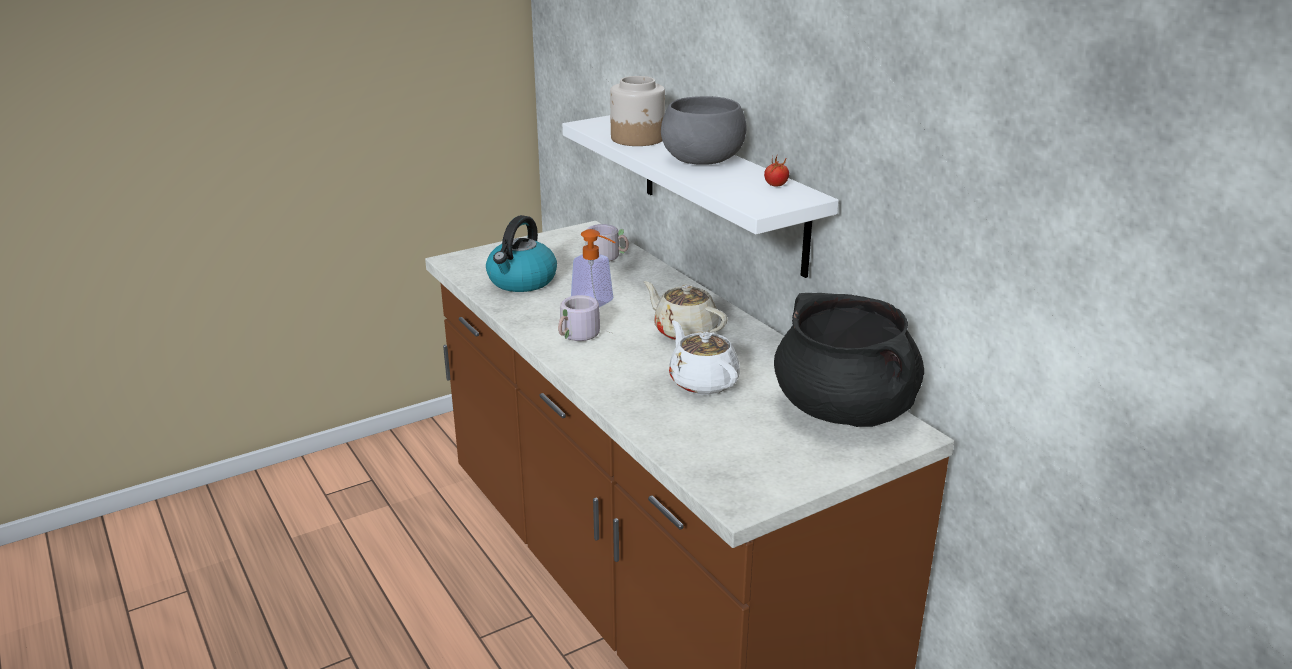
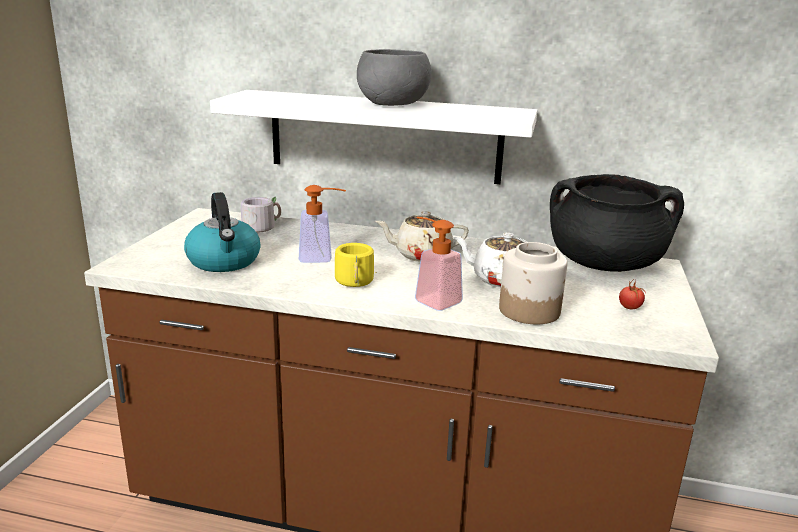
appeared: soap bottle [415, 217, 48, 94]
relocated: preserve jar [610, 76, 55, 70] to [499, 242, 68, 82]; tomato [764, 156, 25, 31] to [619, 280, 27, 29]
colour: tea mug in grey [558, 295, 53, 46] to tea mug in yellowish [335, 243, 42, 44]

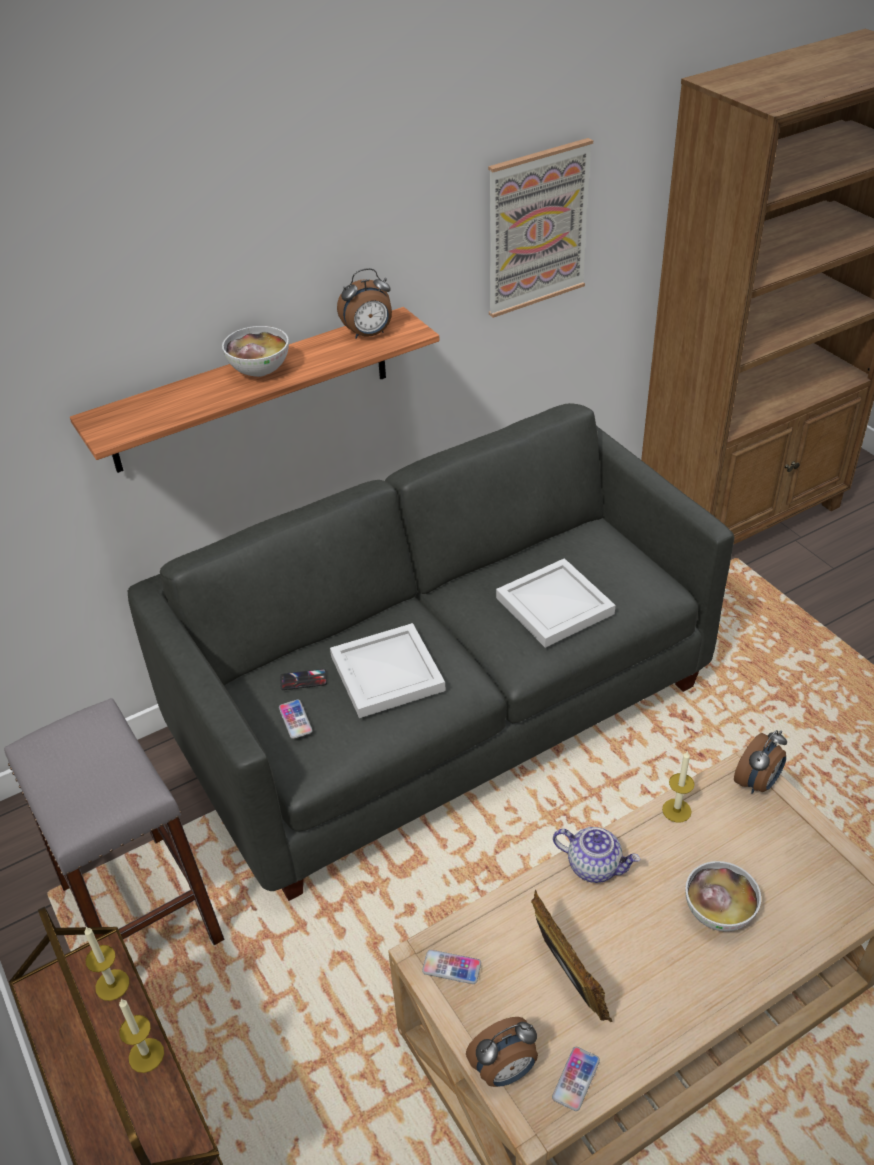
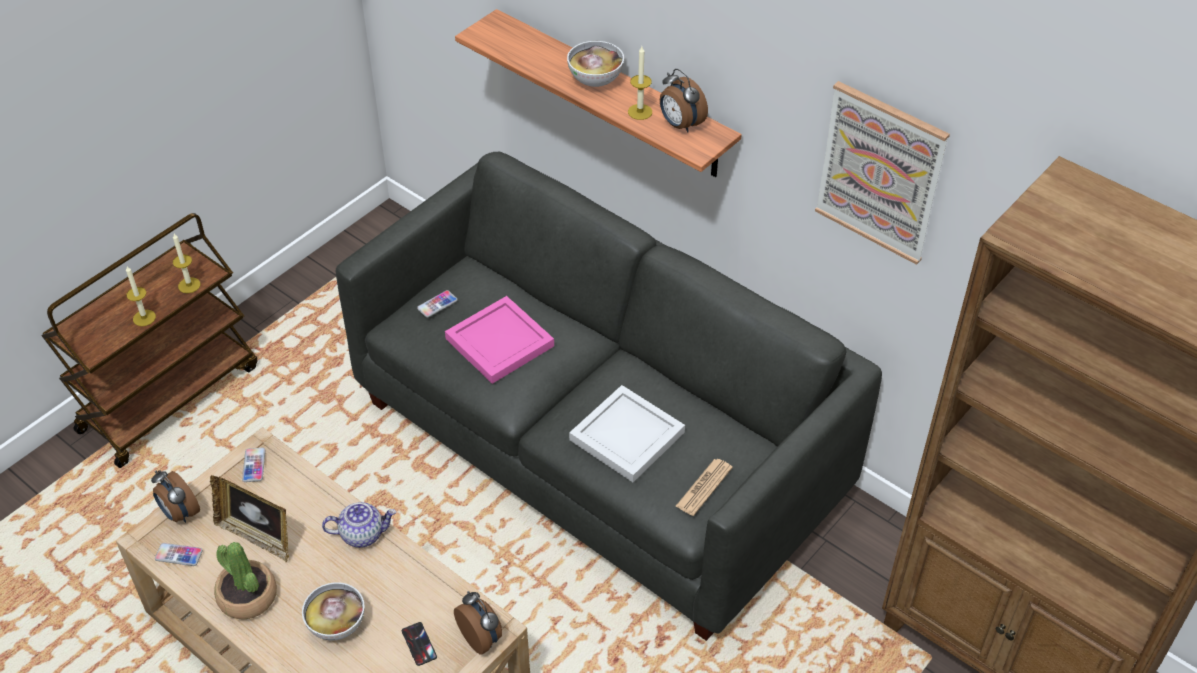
missing: stool seat in grey [4, 698, 221, 247]
appeared: potted plant [214, 542, 63, 77]; printed paper [675, 459, 58, 57]
relocated: phone [280, 669, 47, 21] to [402, 622, 35, 44]; wax light [662, 751, 33, 72] to [628, 46, 24, 74]
colour: tray in white-coloured [330, 623, 116, 95] to tray in pink [445, 296, 109, 88]
spun: picture frame [531, 889, 82, 133] = [210, 475, 79, 88] 75 degrees clockwise; pot for tea [553, 827, 87, 56] = [322, 502, 74, 46] 105 degrees counterclockwise; alarm clock [734, 730, 53, 64] = [454, 591, 48, 64] 150 degrees counterclockwise

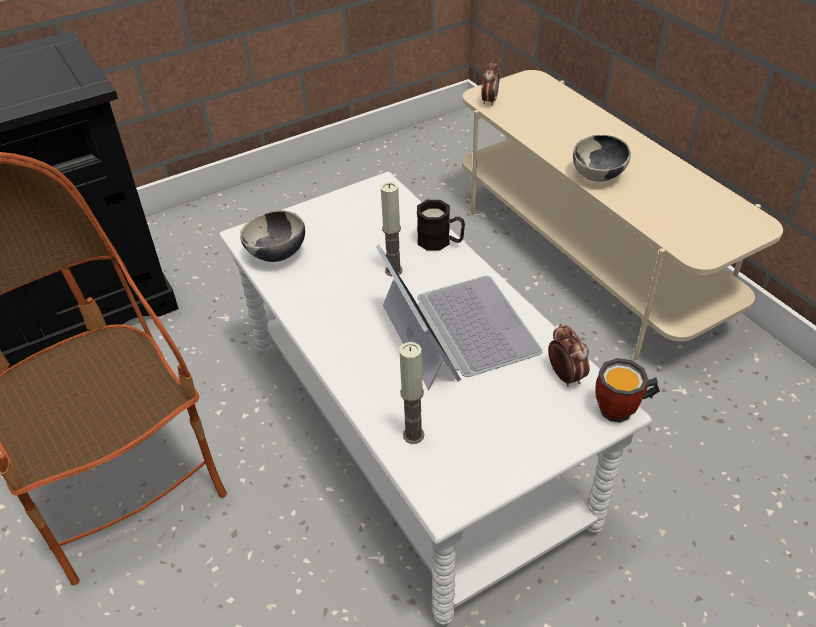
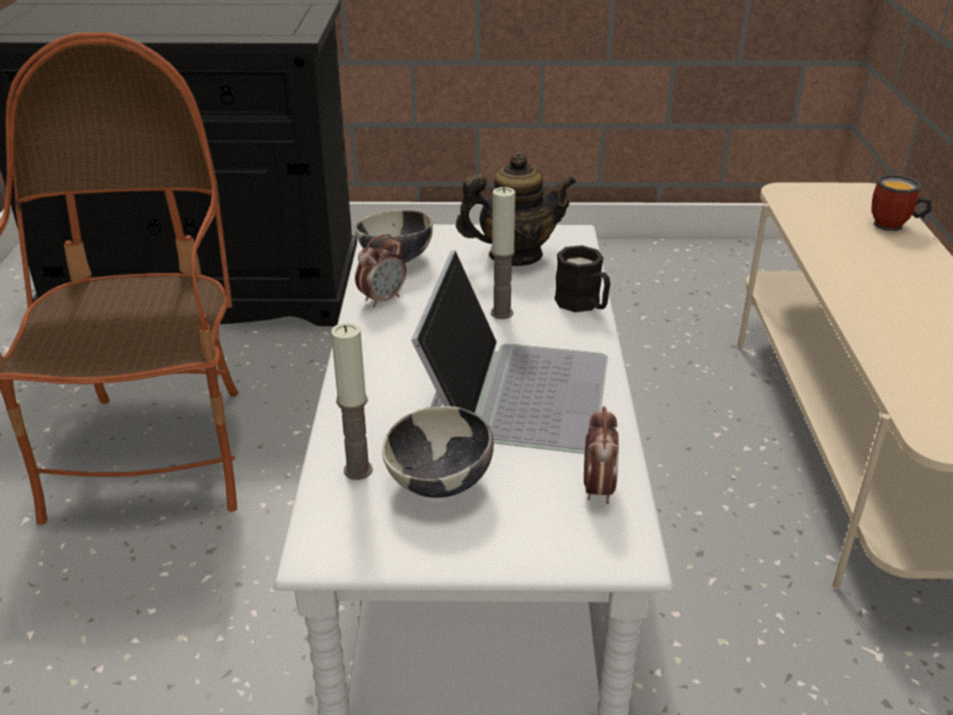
appeared: pot for tea [456, 152, 120, 114]
relocated: alarm clock [481, 60, 19, 46] to [355, 234, 51, 74]; bowl [573, 135, 58, 46] to [382, 406, 112, 92]; tea mug [595, 358, 65, 65] to [871, 174, 61, 57]

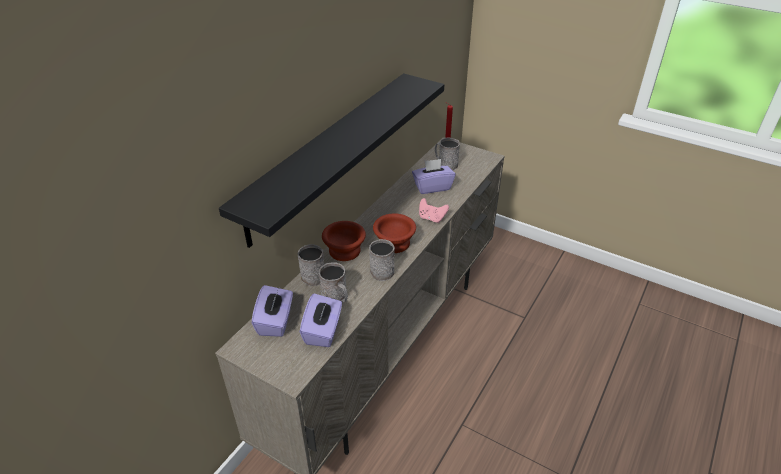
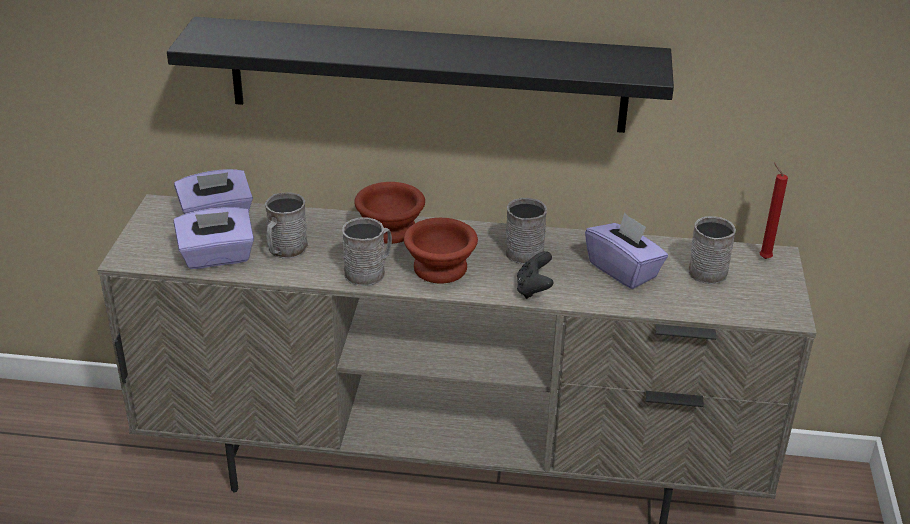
relocated: tea mug in grey [298, 244, 26, 42] to [505, 198, 42, 66]
colour: joypad in pink [419, 198, 30, 25] to joypad in blackish [517, 251, 37, 48]

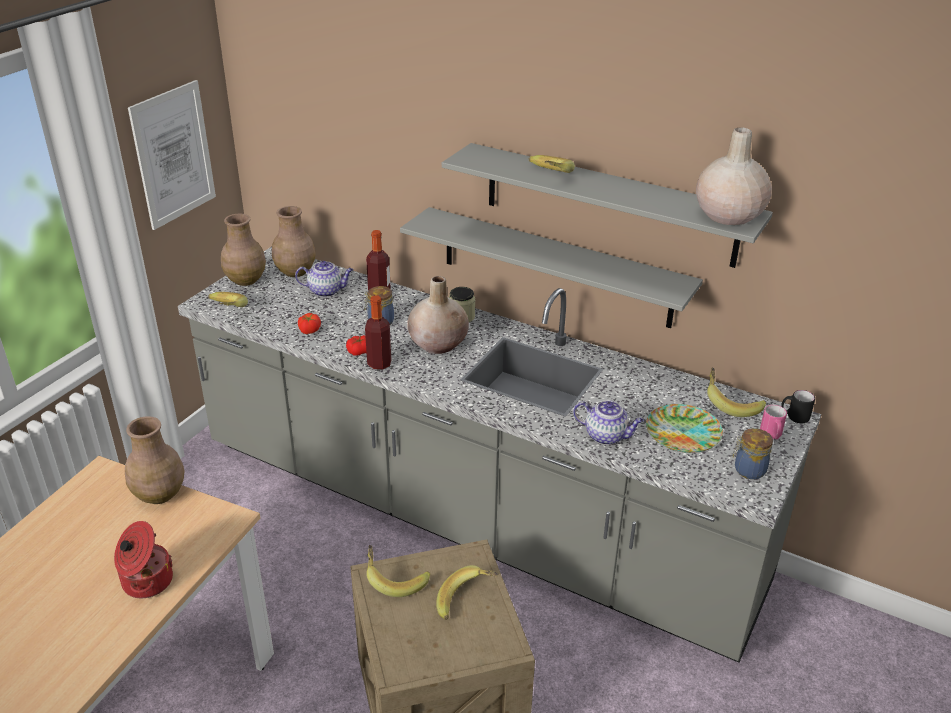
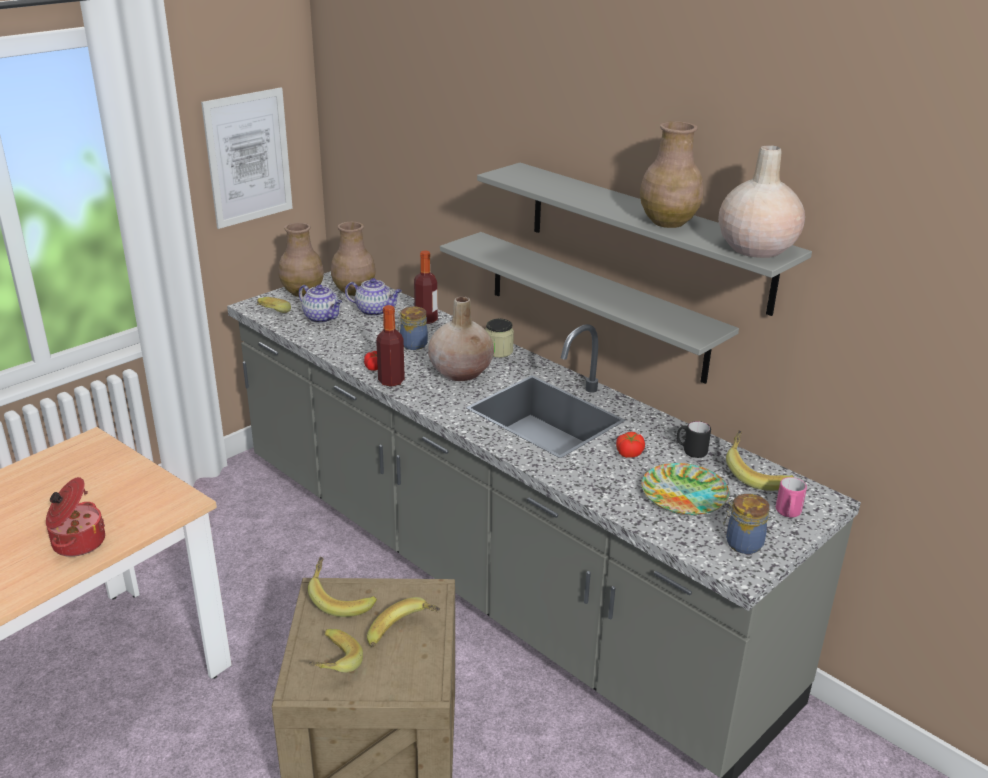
relocated: decorative vase in brownish [125, 416, 59, 88] to [640, 121, 63, 107]; tomato [298, 313, 23, 21] to [616, 432, 29, 26]; banana [529, 155, 46, 18] to [308, 629, 55, 44]; pot for tea [573, 400, 71, 45] to [299, 285, 43, 38]; tea mug in blackish [781, 390, 34, 33] to [677, 421, 34, 37]

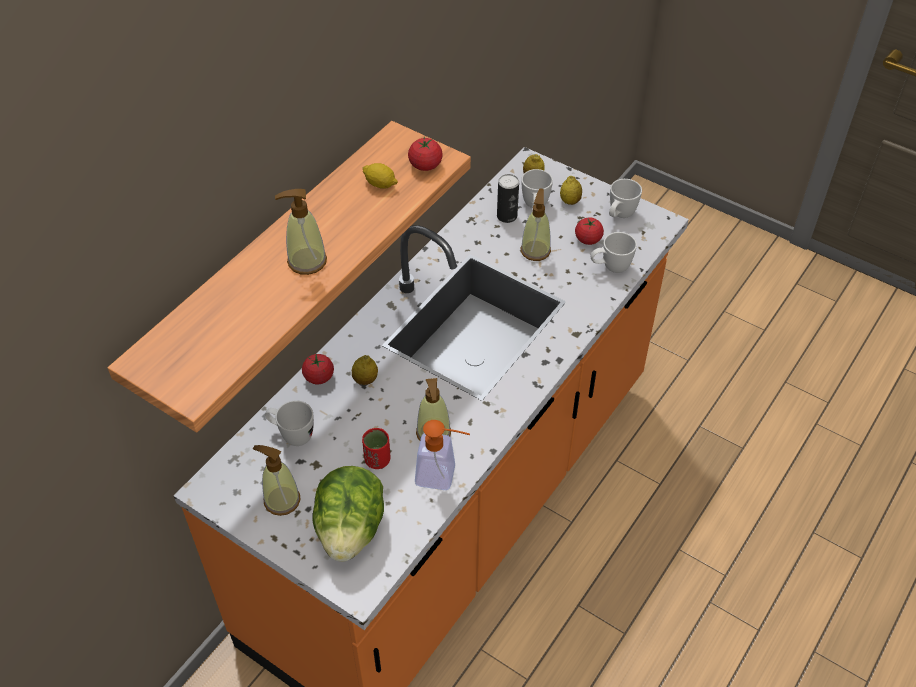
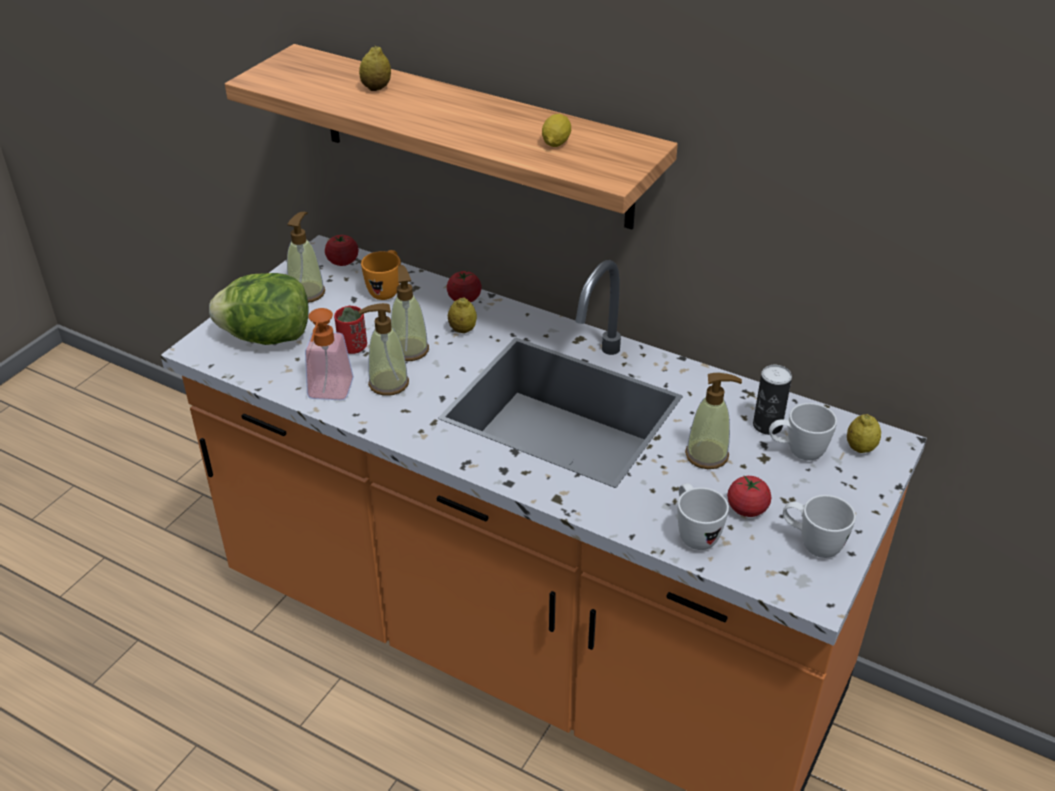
relocated: soap bottle [275, 189, 52, 86] to [391, 265, 38, 96]; tomato [408, 137, 35, 34] to [325, 234, 34, 32]; citrus fruit [560, 176, 22, 29] to [359, 46, 32, 45]
colour: tea mug in white-coloured [265, 400, 49, 46] to tea mug in orange-coloured [361, 250, 40, 50]

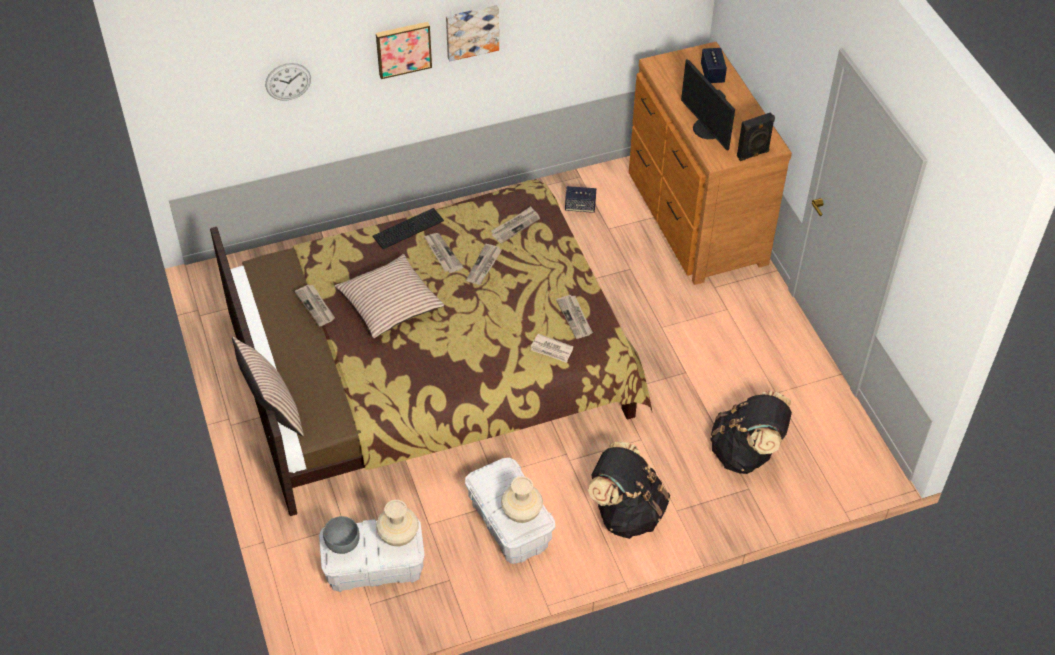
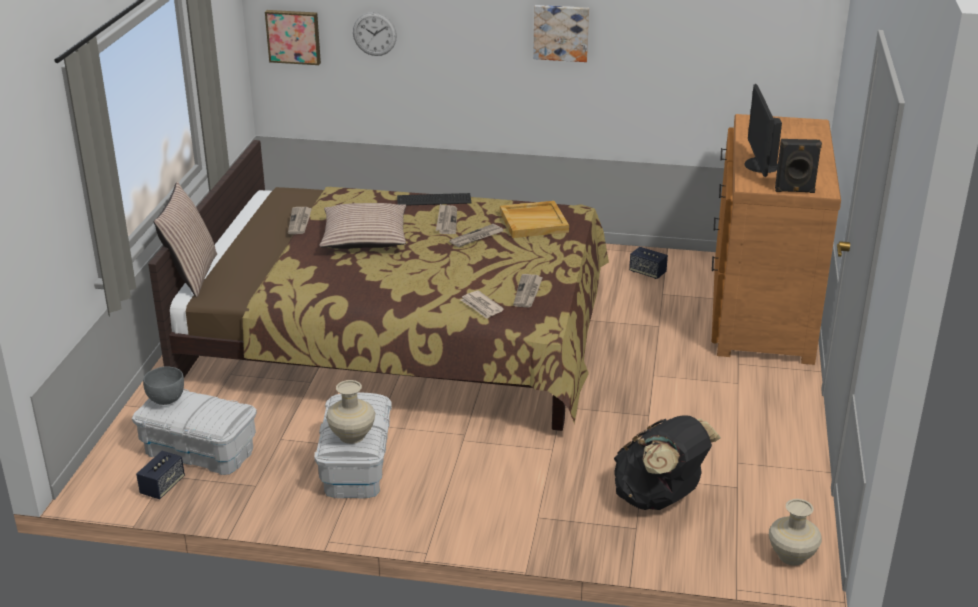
missing: knapsack in blackish [588, 442, 82, 97]
relocated: wall art [376, 22, 56, 57] to [265, 10, 56, 55]; decorative vase in sand-coloured [376, 500, 43, 46] to [769, 499, 53, 67]; audio speaker [701, 48, 26, 35] to [136, 451, 49, 48]
exchanged: printed paper [492, 207, 48, 36] to tray in sand-coloured [500, 201, 69, 37]

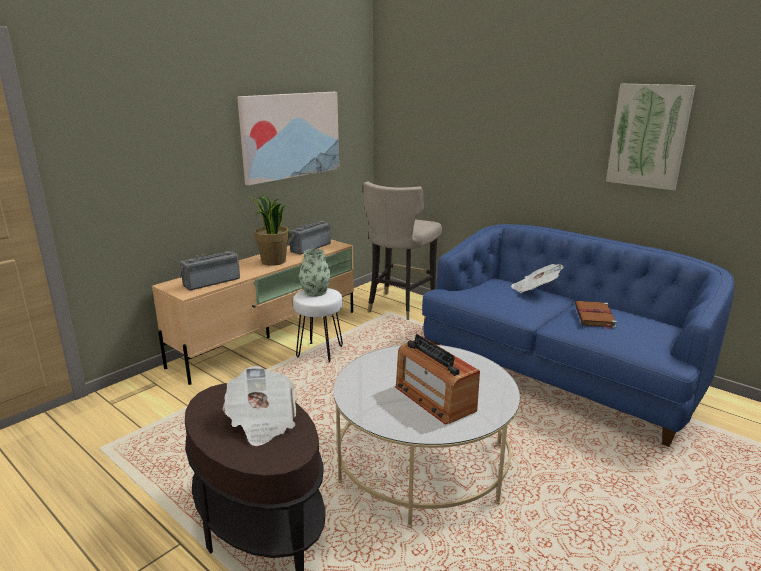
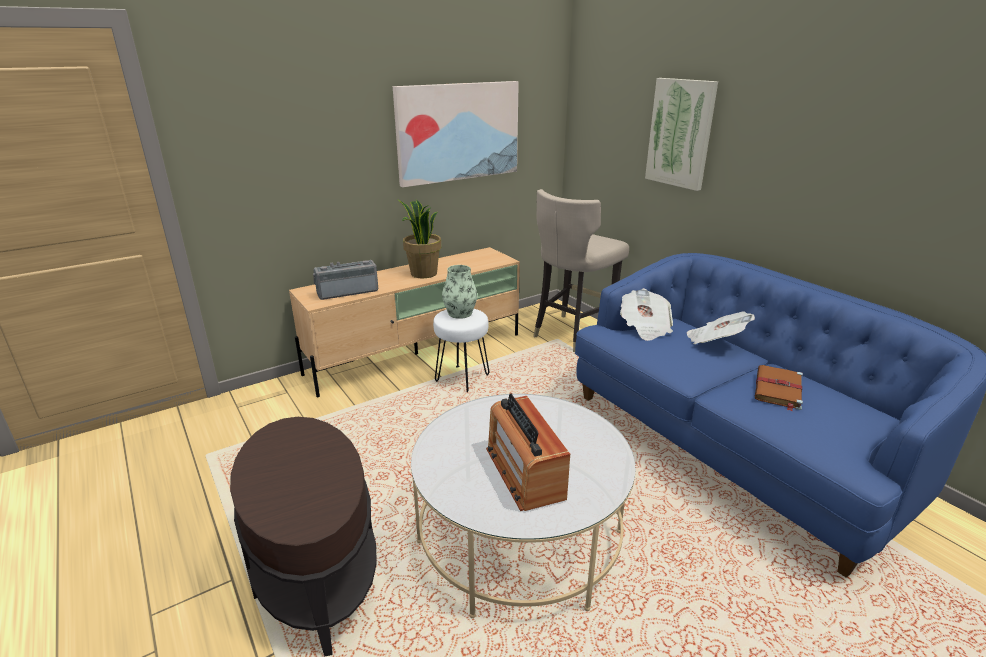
missing: radio [287, 221, 44, 34]
relocated: printed paper [223, 366, 73, 80] to [620, 288, 53, 53]; wall art [606, 84, 90, 106] to [645, 78, 73, 113]

